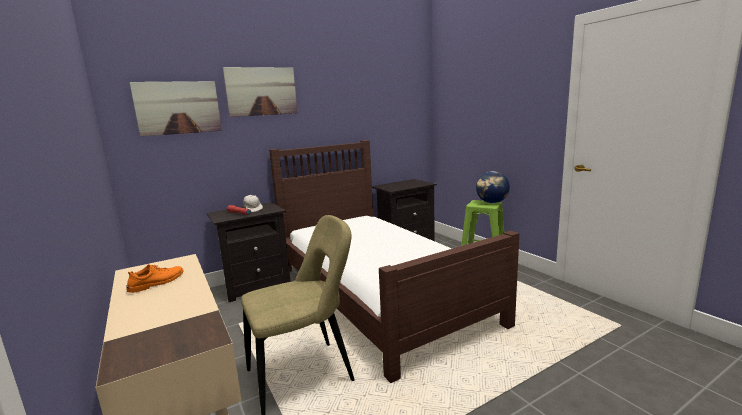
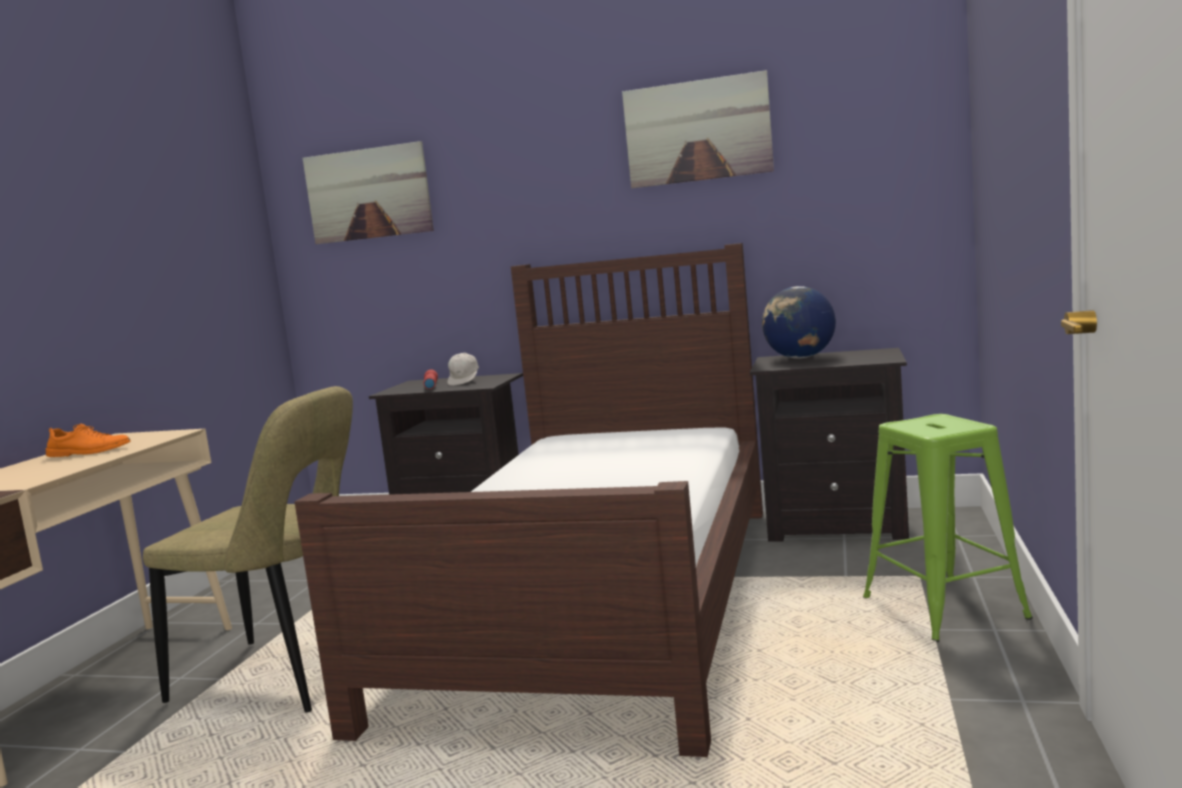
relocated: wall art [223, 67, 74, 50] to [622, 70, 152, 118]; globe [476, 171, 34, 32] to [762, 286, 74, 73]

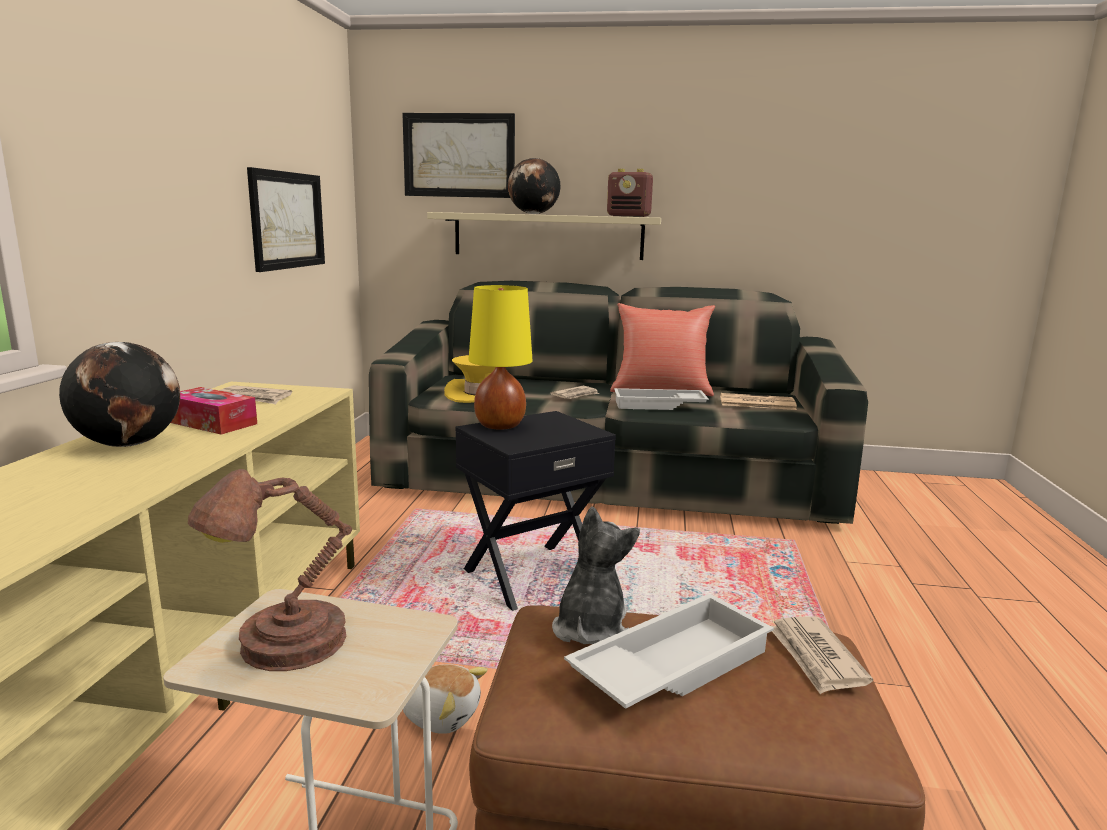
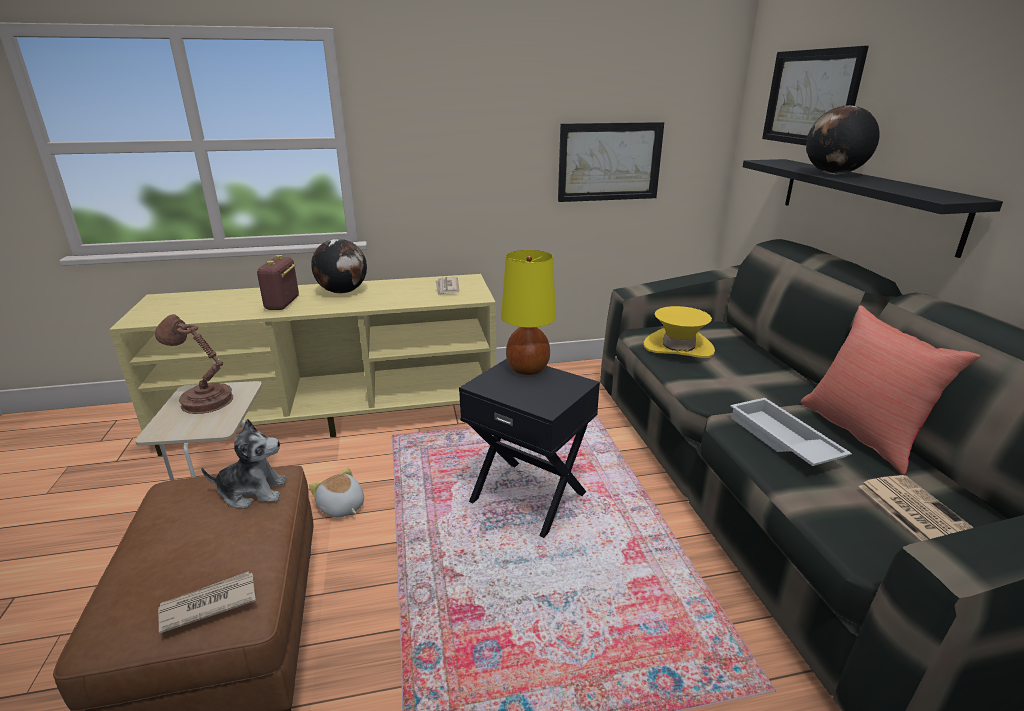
missing: tissue holder [171, 387, 86, 47]; printed paper [550, 386, 49, 13]; tray in white-coloured [564, 594, 210, 115]
relocated: radio [607, 169, 46, 48] to [257, 255, 42, 55]
colour: bracket shelf in sand-coloured [427, 212, 234, 48] to bracket shelf in blackish [743, 159, 260, 99]
spun: soft toy [403, 664, 85, 70] = [309, 467, 55, 50] 135 degrees clockwise

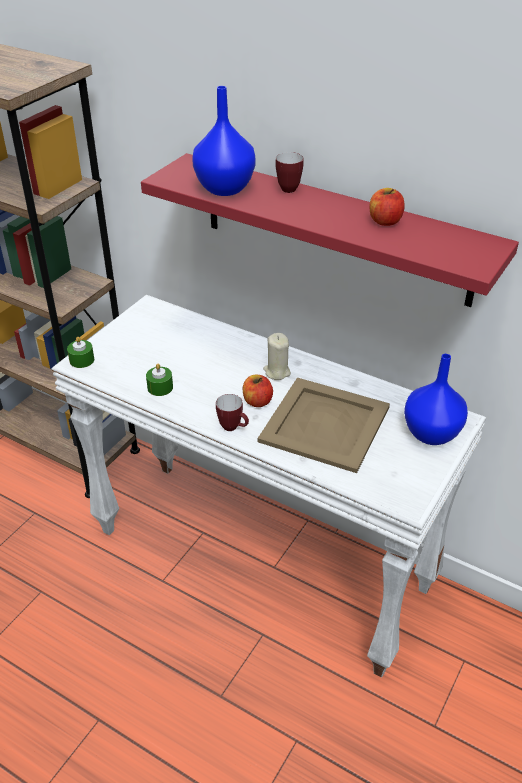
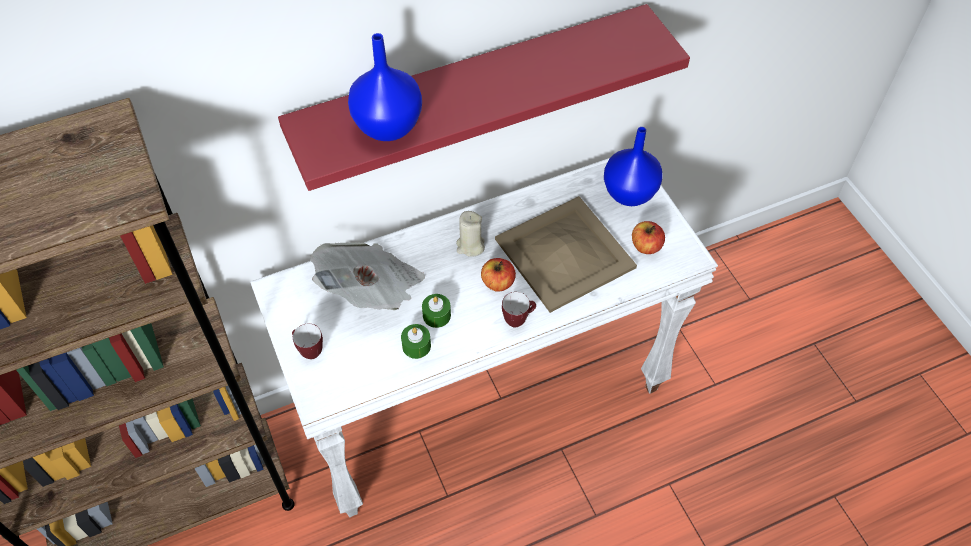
appeared: printed paper [310, 242, 115, 68]
relocated: wax light in greenish [67, 336, 27, 32] to [422, 294, 29, 34]; tea mug [276, 152, 27, 41] to [292, 323, 31, 36]; apple fruit [370, 188, 35, 38] to [632, 221, 33, 33]

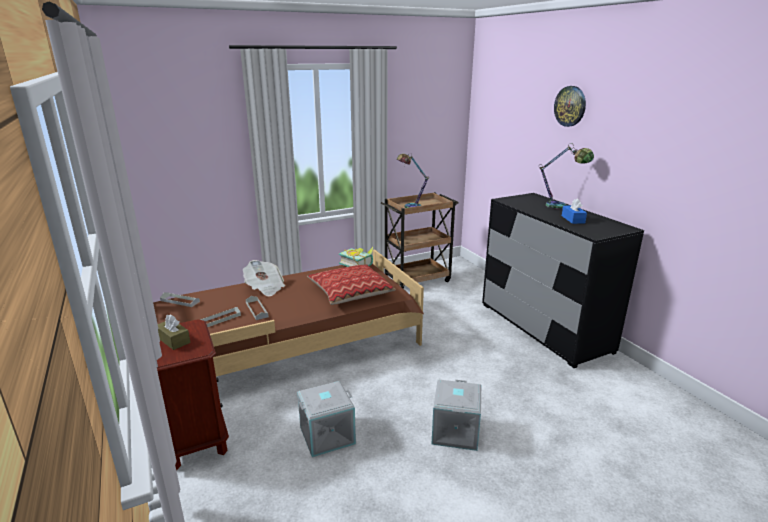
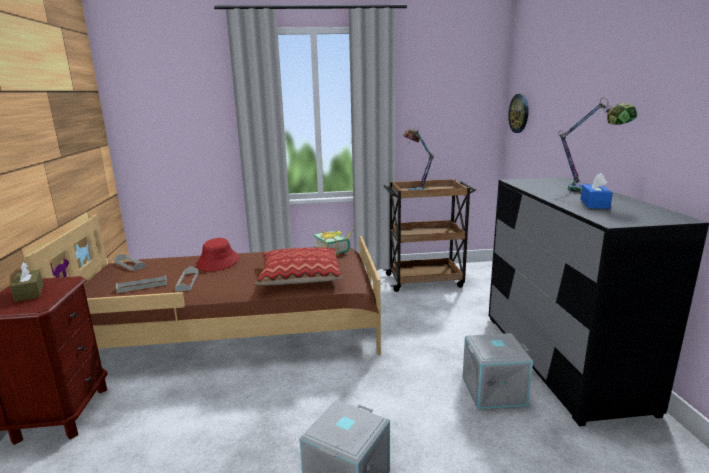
relocated: storage container in grey [297, 381, 59, 76] to [462, 333, 71, 76]; hanging clock [554, 86, 32, 41] to [508, 94, 21, 39]
exchanged: printed paper [243, 260, 42, 37] to clothing hat in red-coloured [196, 238, 43, 34]

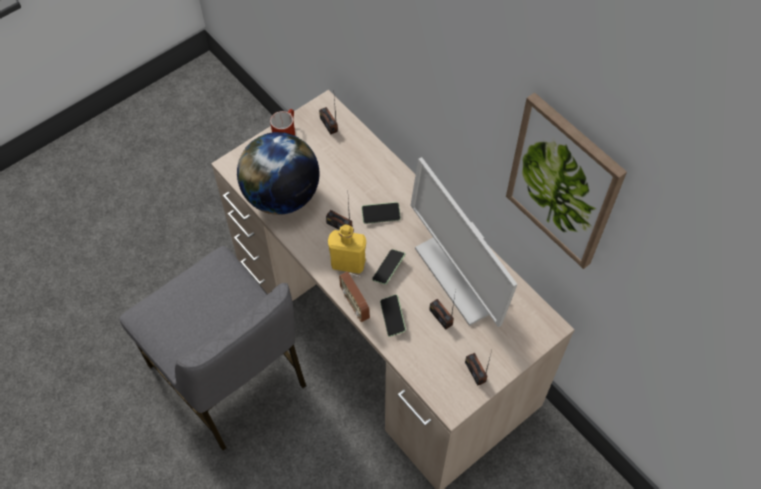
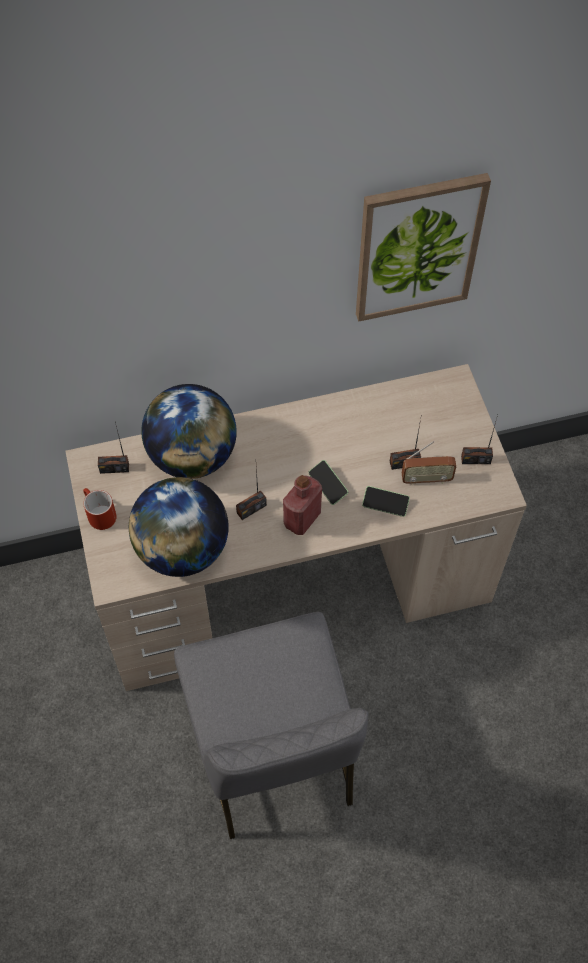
missing: phone [361, 202, 40, 22]; computer display [410, 157, 108, 170]
appeared: globe [141, 384, 96, 95]
relocated: radio [339, 271, 31, 51] to [402, 441, 54, 44]
colour: bottle in yellowish [328, 224, 38, 50] to bottle in red-coloured [283, 475, 39, 60]
spun: plain chair in grey [119, 246, 187, 205] = [174, 612, 194, 227] 90 degrees clockwise

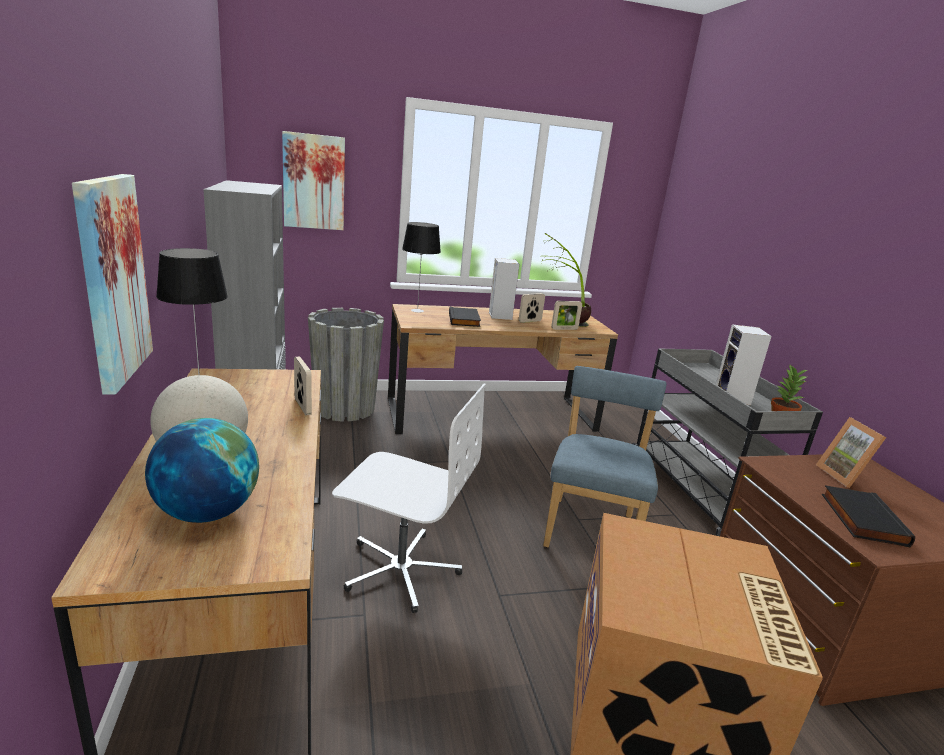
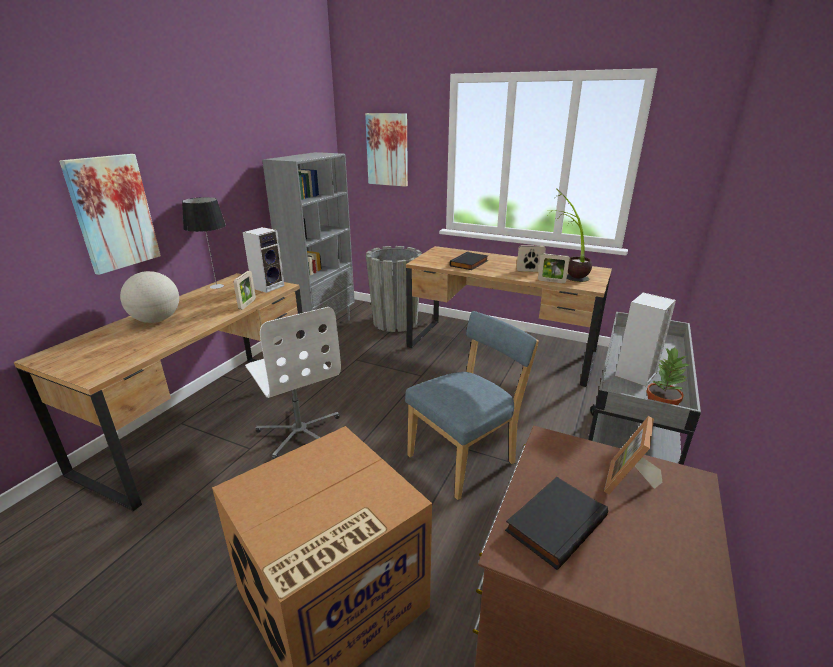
missing: globe [145, 418, 114, 105]; tabletop lamp [402, 222, 39, 90]
relocated: audio speaker [489, 258, 30, 62] to [243, 227, 41, 66]

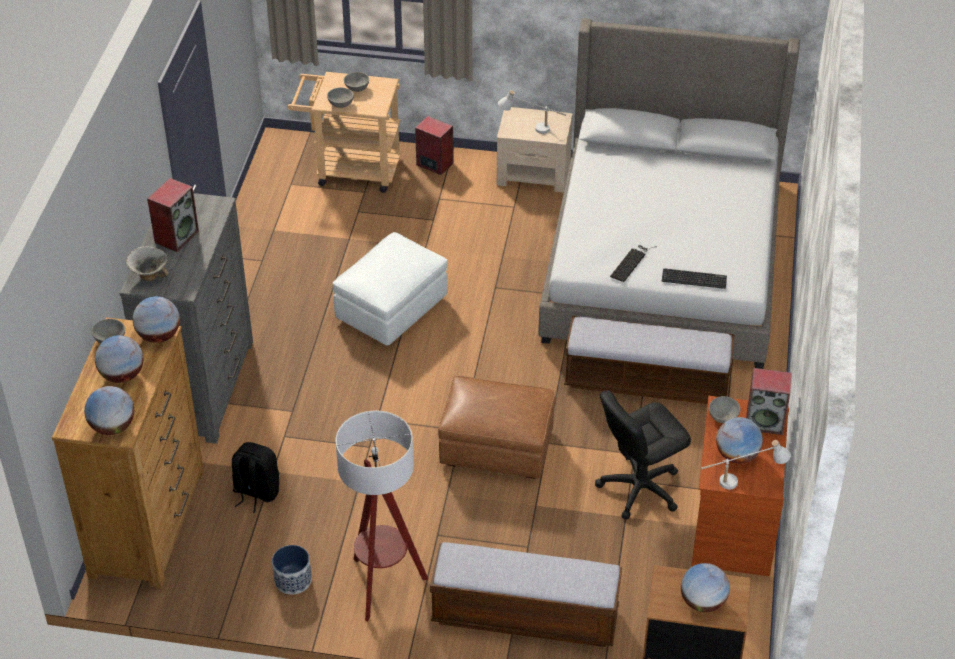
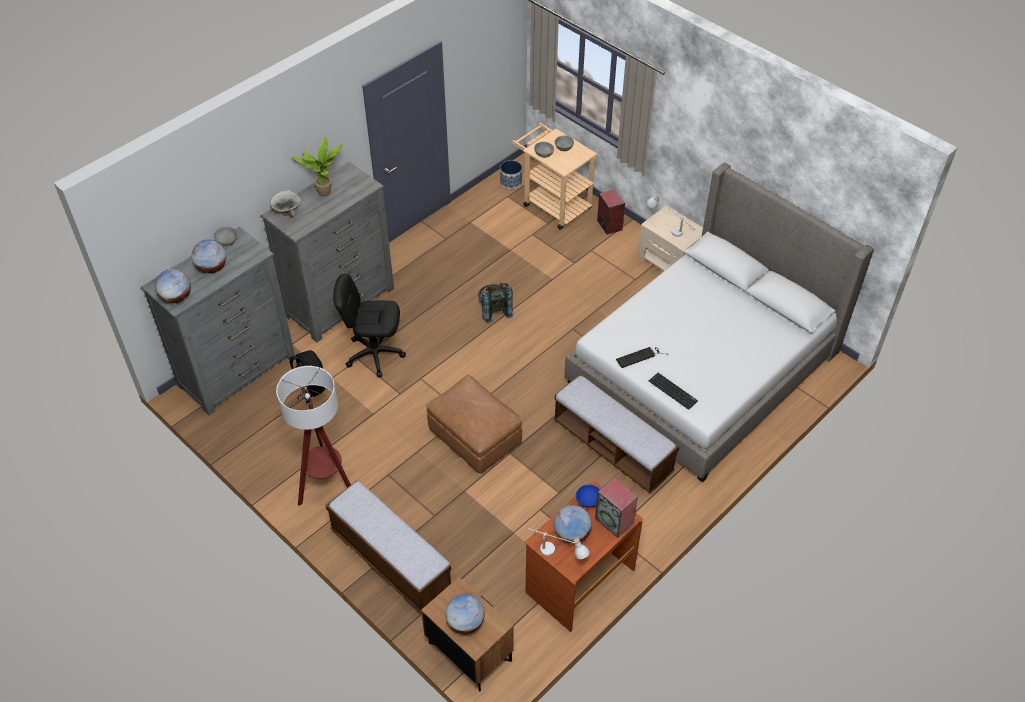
missing: globe [133, 296, 47, 47]
relocated: plant pot [272, 545, 40, 50] to [500, 160, 22, 29]; desk chair in blackish [595, 390, 96, 130] to [333, 274, 73, 103]
exchanged: audio speaker [147, 178, 52, 74] to potted plant [292, 137, 50, 59]; pouffe in white-coloured [333, 232, 114, 114] to knapsack in grey [478, 282, 36, 41]
colour: chest of drawers in brownish [52, 317, 152, 271] to chest of drawers in grey [141, 227, 154, 188]; bowl in grey [709, 396, 31, 27] to bowl in blue-coloured [576, 485, 24, 23]

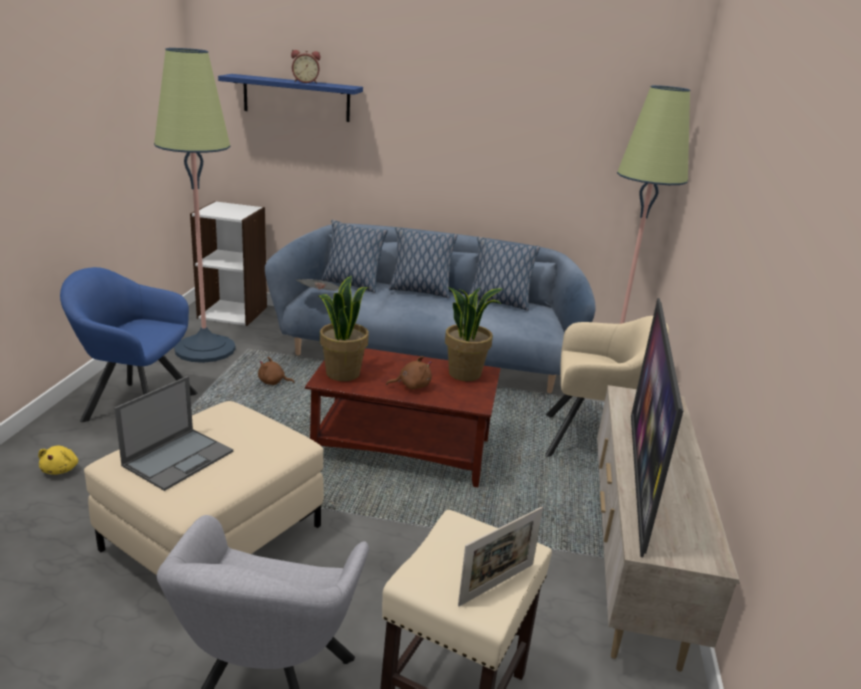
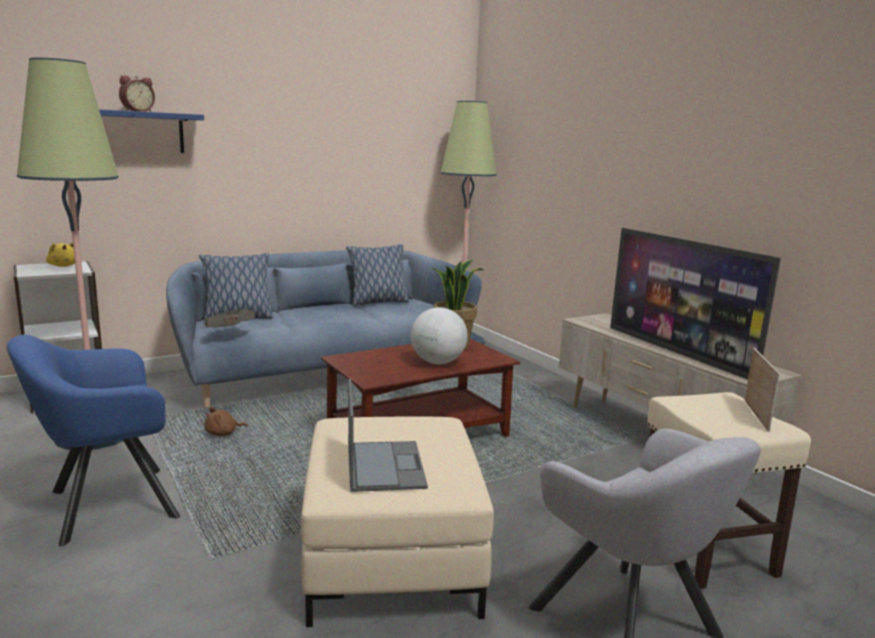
missing: potted plant [318, 276, 52, 105]; throw pillow [389, 227, 68, 71]; lounge chair in sand-coloured [545, 316, 124, 141]
relocated: soft toy in yellowish [38, 445, 40, 30] to [46, 242, 29, 25]
exchanged: soft toy in brownish [386, 356, 46, 34] to globe [411, 307, 57, 57]

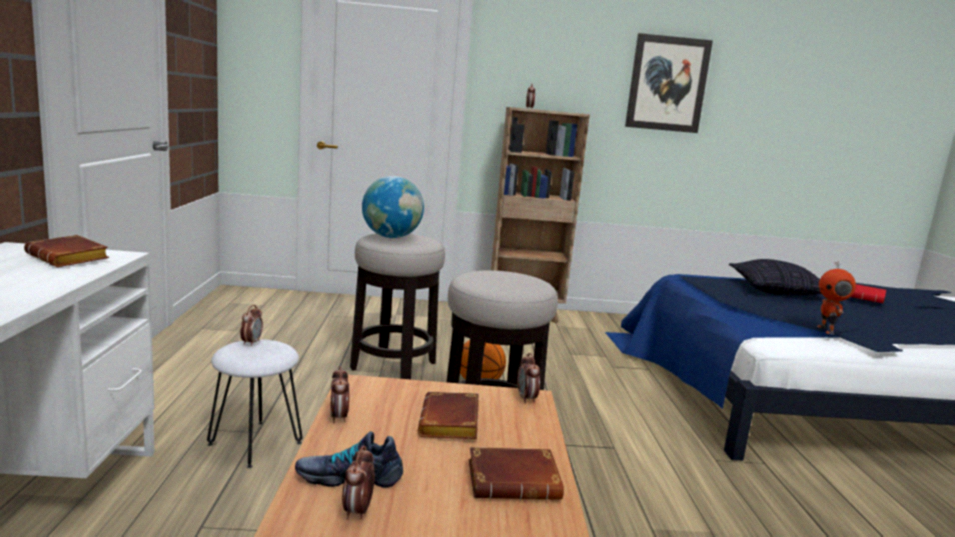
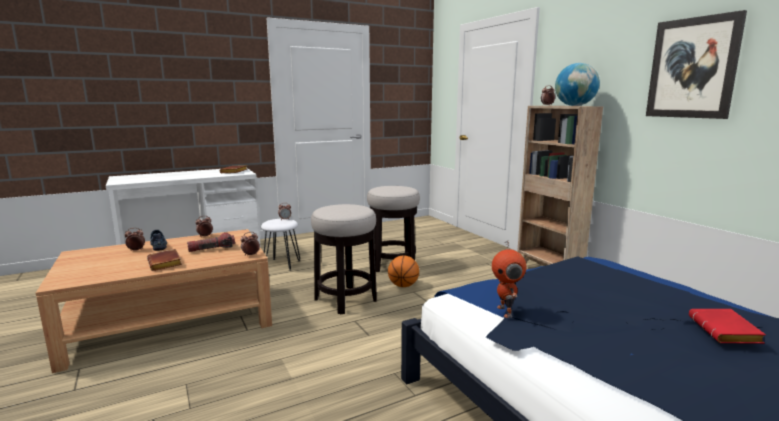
missing: throw pillow [729, 259, 93, 36]
relocated: globe [362, 176, 62, 62] to [555, 63, 45, 43]
exchanged: bound book in brownish [418, 392, 61, 47] to torch [187, 233, 48, 19]
spun: model robot [817, 261, 39, 74] = [492, 241, 34, 77] 75 degrees counterclockwise

